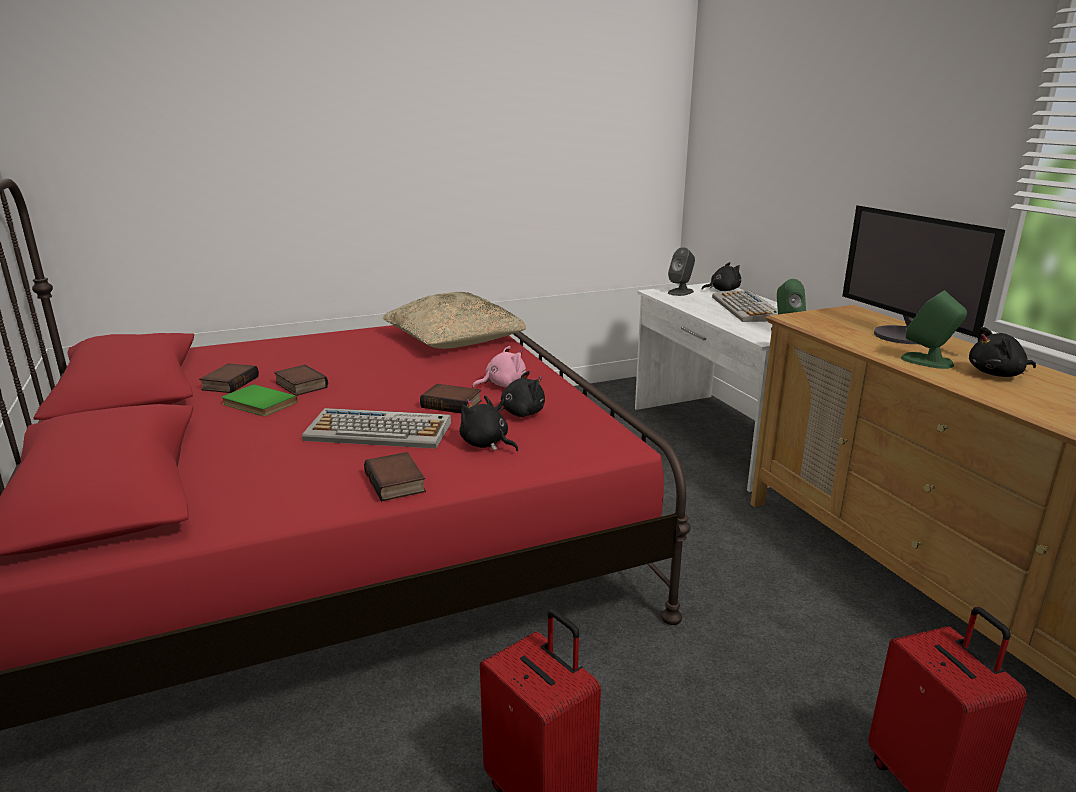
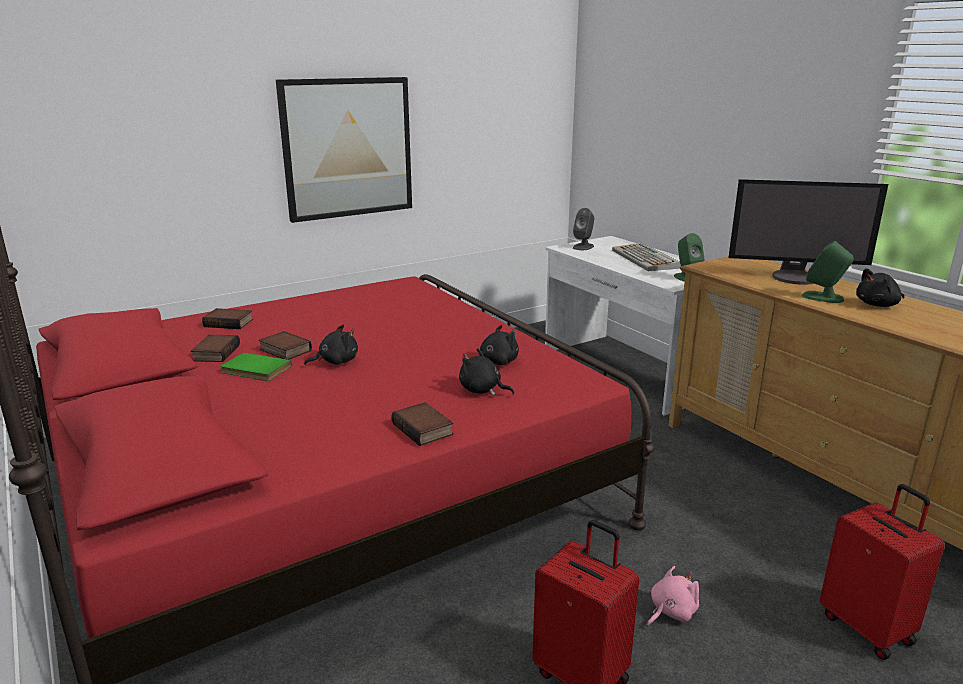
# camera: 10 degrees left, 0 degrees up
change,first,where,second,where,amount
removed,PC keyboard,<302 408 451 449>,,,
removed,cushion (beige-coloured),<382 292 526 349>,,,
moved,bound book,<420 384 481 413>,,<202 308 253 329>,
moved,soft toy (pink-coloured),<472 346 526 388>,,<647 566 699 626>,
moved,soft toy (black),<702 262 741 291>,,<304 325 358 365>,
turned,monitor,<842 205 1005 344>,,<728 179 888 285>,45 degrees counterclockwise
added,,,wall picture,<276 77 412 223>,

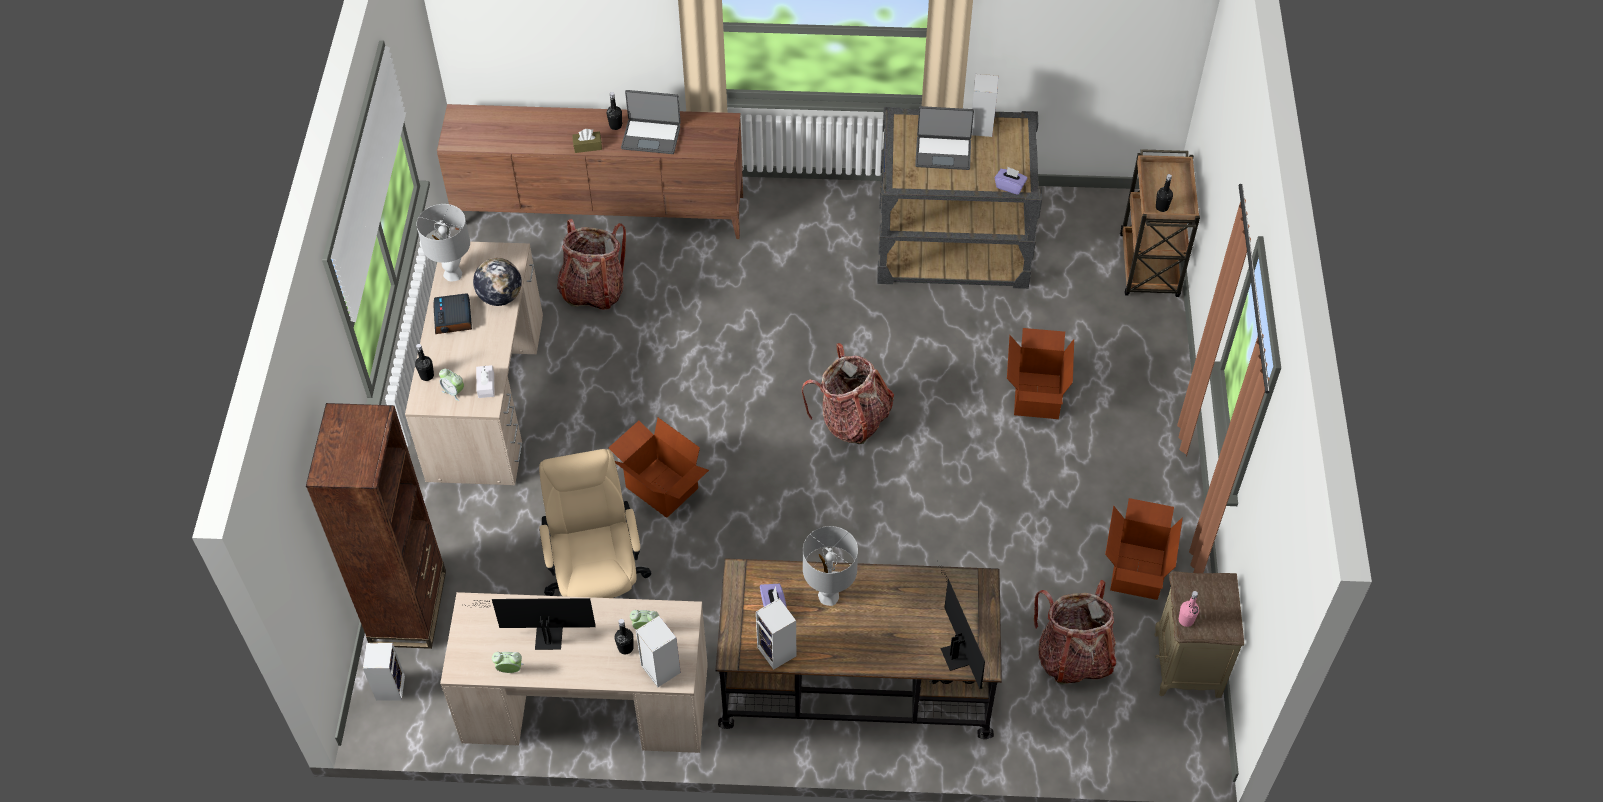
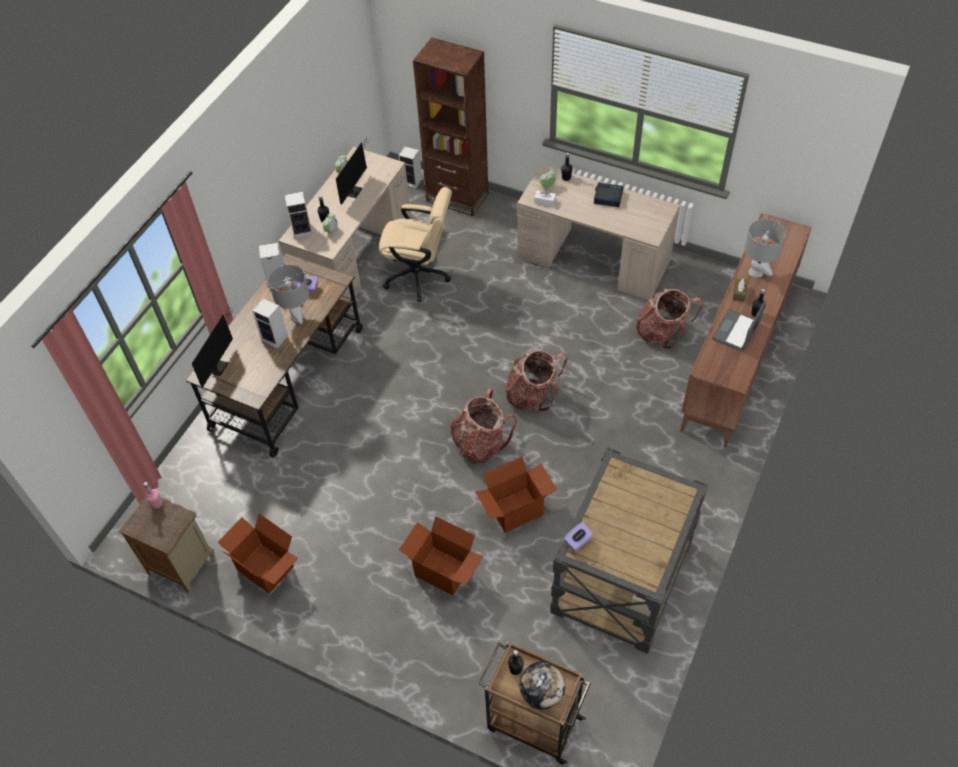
# camera: 115 degrees right, 0 degrees up
change,first,where,second,where,amount
moved,lamp for a table (greyish),<417 204 470 282>,,<744 219 786 277>,
moved,desk globe,<473 258 522 306>,,<520 662 565 709>,
moved,cardboard box,<608 418 709 518>,,<475 457 557 533>,
removed,laptop,<915 106 974 170>,,,
turned,monitor,<939 565 985 689>,,<192 307 233 387>,75 degrees counterclockwise
moved,audio speaker,<972 74 998 137>,,<252 298 288 349>,
moved,backpack,<1034 580 1116 685>,,<505 350 567 412>,

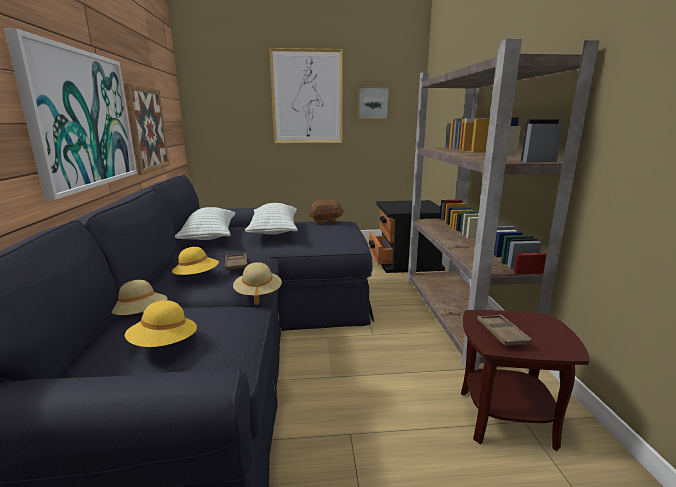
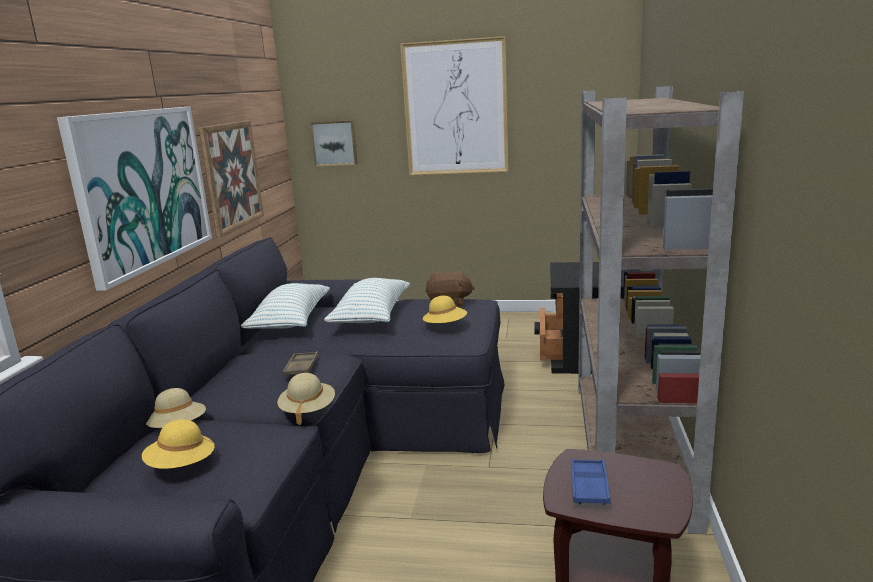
# camera: 15 degrees right, 0 degrees up
change,first,where,second,where,amount
moved,hat (yellow),<172 247 219 275>,,<423 296 467 323>,
moved,wall picture,<358 87 389 119>,,<310 120 358 167>,
recoloured,serving tray (brownish),<477 314 532 347>,serving tray (blue),<571 459 611 505>,

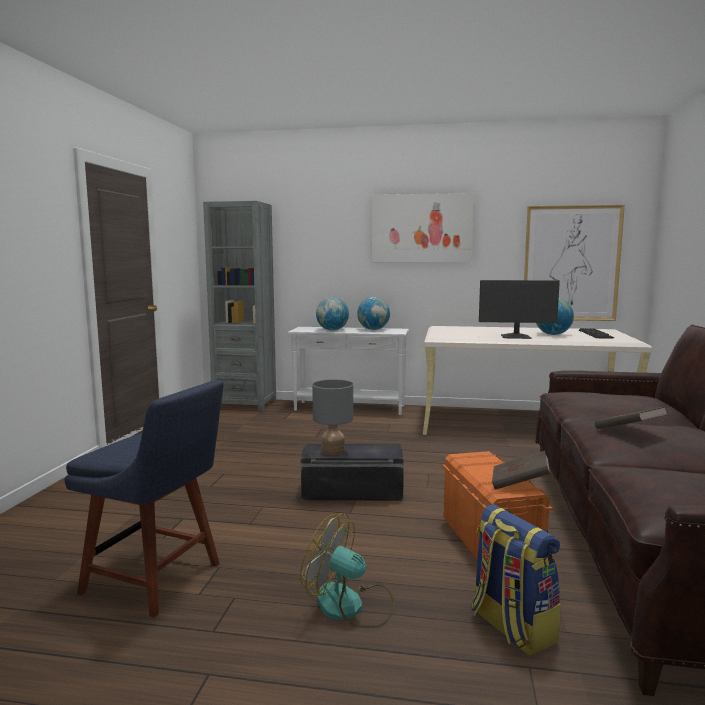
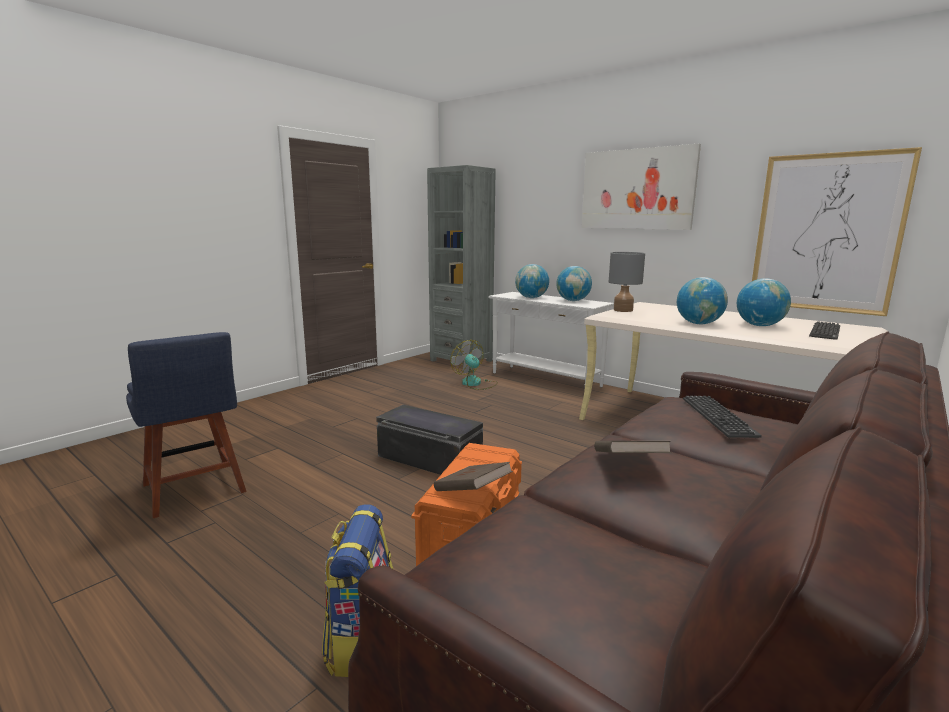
# camera: 30 degrees right, 5 degrees up
change,first,where,second,where,amount
moved,fan,<300 513 395 628>,,<450 340 498 390>,
moved,lamp for a table (greyish),<312 379 353 456>,,<609 252 645 312>,
replaced,monitor,<479 280 560 339>,desk globe,<677 277 728 324>,
added,,,PC keyboard,<683 396 762 438>,

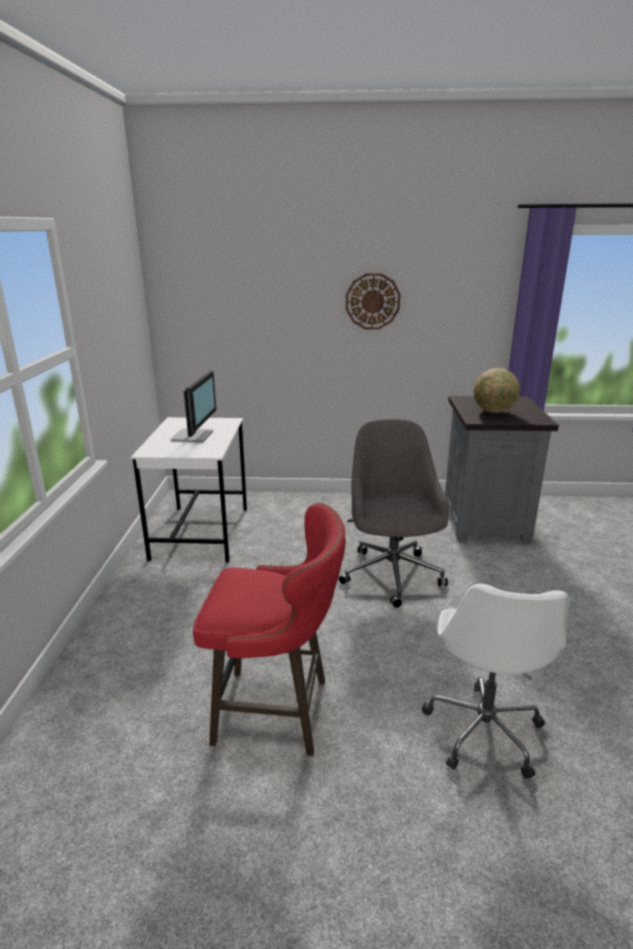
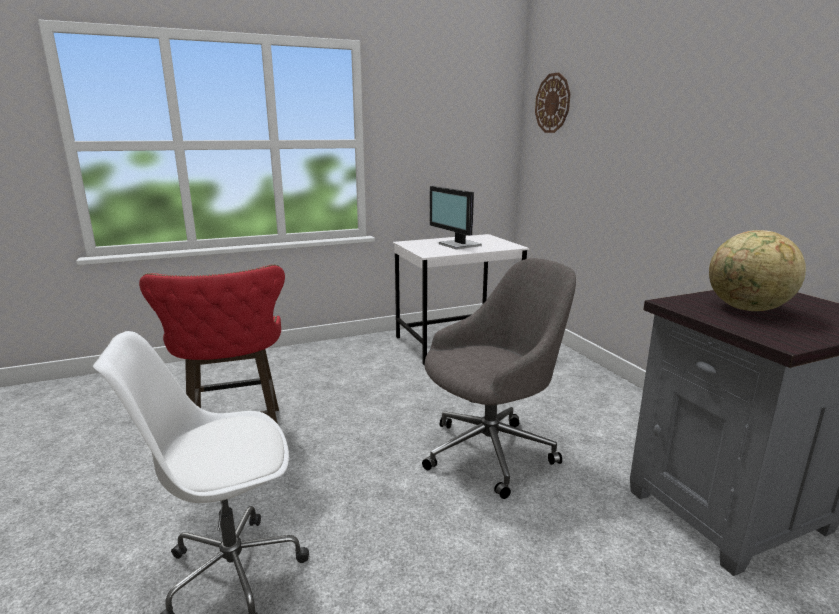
# camera: 65 degrees right, 5 degrees down
change,first,where,second,where,amount
turned,monitor,<171 371 216 443>,,<430 186 482 250>,75 degrees clockwise
moved,wall clock,<346 273 401 329>,,<535 72 570 133>,

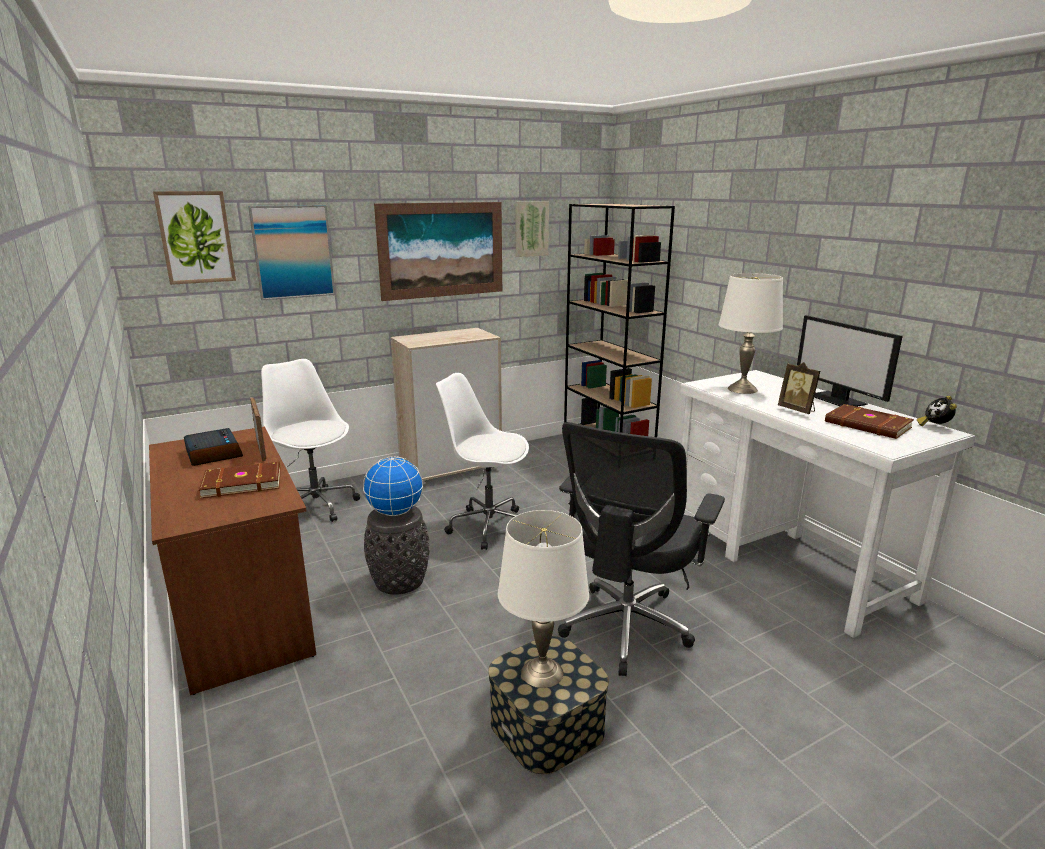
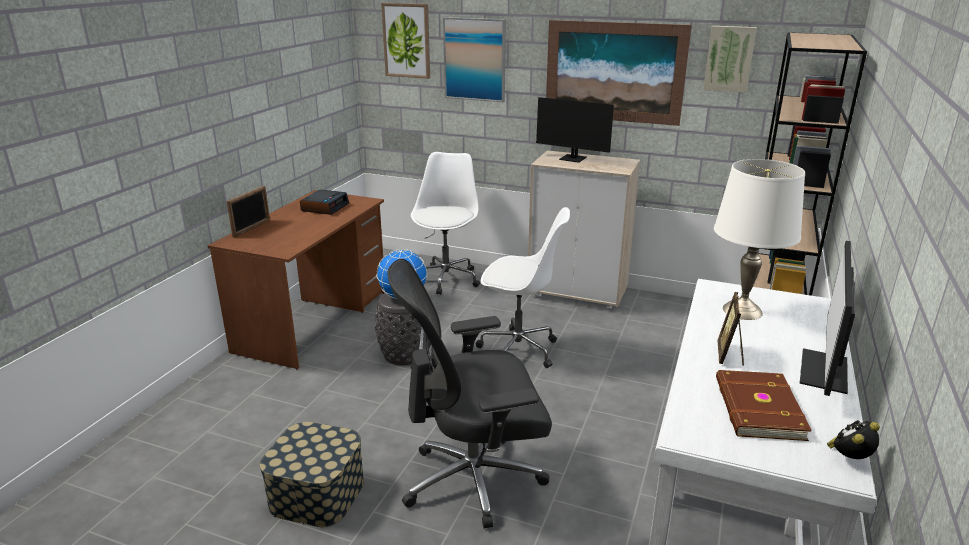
# camera: 50 degrees right, 5 degrees up
change,first,where,second,where,amount
removed,bound book (brownish),<199 462 281 499>,,,
moved,photo frame,<250 397 266 461>,,<226 186 270 238>,
turned,desk chair (white-coloured),<436 373 529 550>,,<475 207 570 368>,120 degrees clockwise
removed,lamp for a table (white-coloured),<498 510 589 688>,,,
added,,,monitor,<536 97 636 163>,

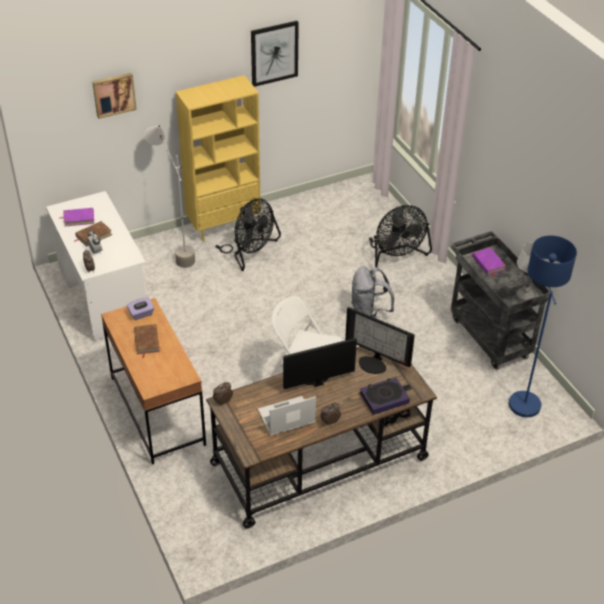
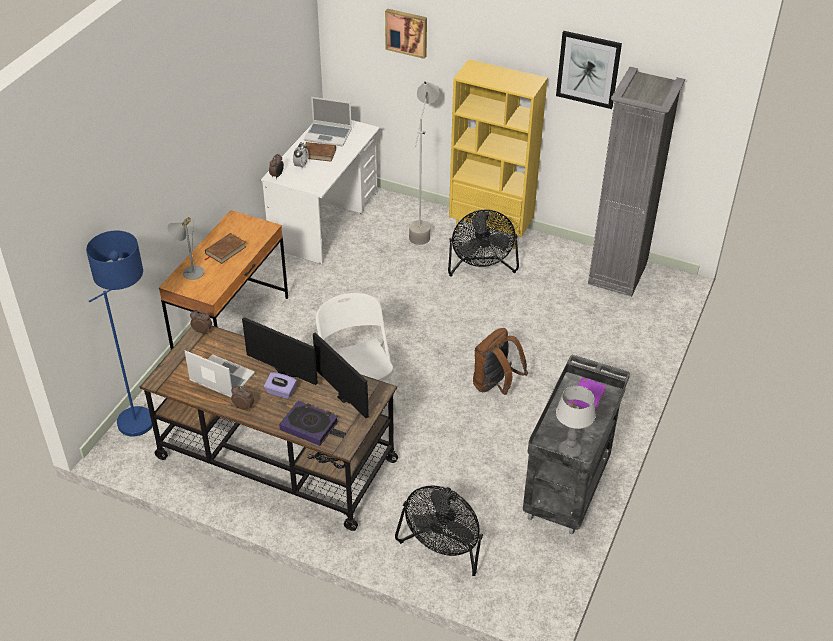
# camera: 50 degrees right, 0 degrees up
change,first,where,second,where,amount
replaced,bound book (purplish),<59 208 94 227>,laptop,<304 97 352 146>,
moved,tissue box (purplish),<127 297 154 320>,,<264 372 297 399>,
turned,monitor,<345 307 415 374>,,<313 333 369 418>,150 degrees clockwise
recoloured,backpack (greyish),<351 266 394 317>,backpack (brownish),<473 328 528 395>,
moved,fan (black),<369 205 432 267>,,<395 486 483 576>,
moved,standing lamp (blue),<509 235 577 417>,,<86 231 153 436>,
added,,,lamp for a table (greyish),<167 217 204 280>,
added,,,cupboard (greyish),<588 67 685 297>,

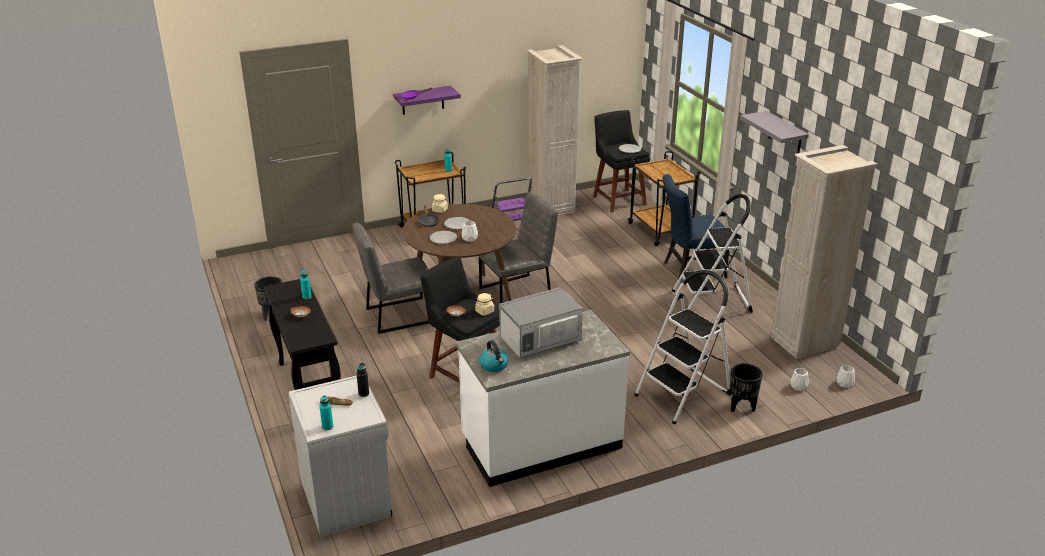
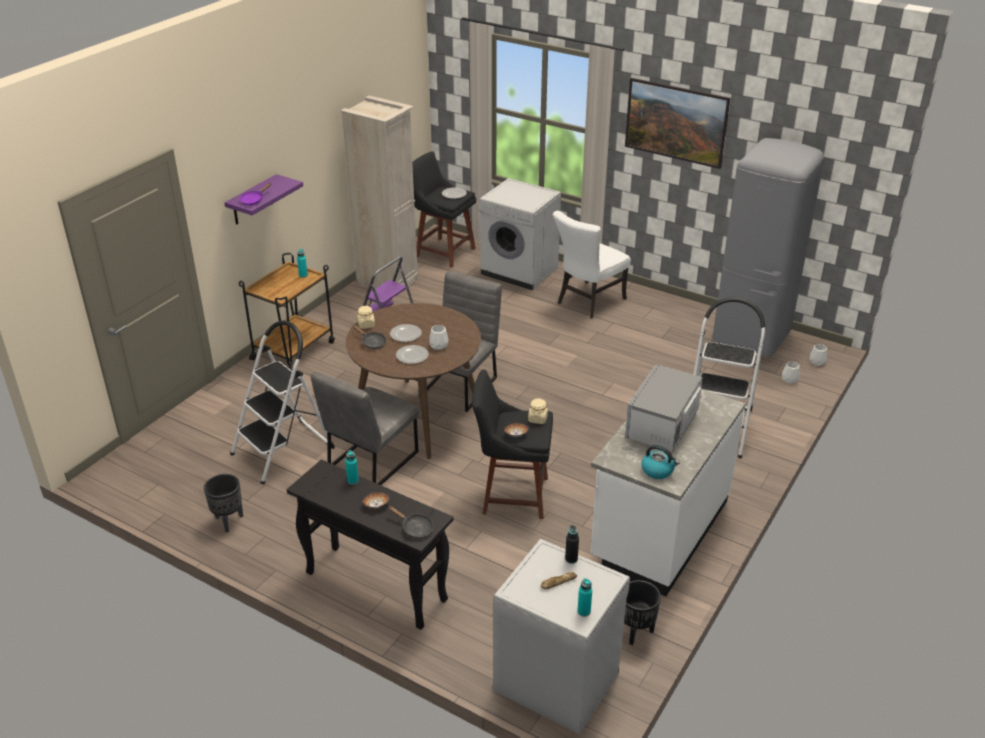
# camera: 35 degrees left, 5 degrees up
change,first,where,second,where,amount
replaced,cart (brownish),<628 151 701 246>,washing machine (white-coloured),<479 178 561 290>,
recoloured,upright chair (blue),<662 174 730 279>,upright chair (white-coloured),<553 211 631 319>,
moved,stepladder,<671 194 753 313>,,<230 320 335 484>,
moved,flower pot (black),<730 363 763 412>,,<624 580 661 645>,
replaced,shelf (greyish),<740 111 809 153>,wall picture,<625 78 731 169>,
replaced,cupboard (beige-coloured),<771 145 878 359>,kitchen fridge (greyish),<712 138 825 357>,
added,,,pan (black),<388 506 433 538>,

